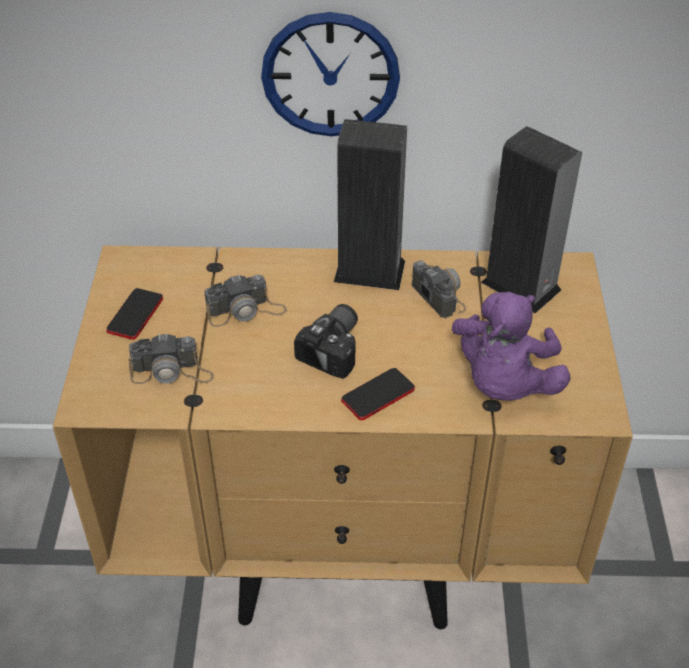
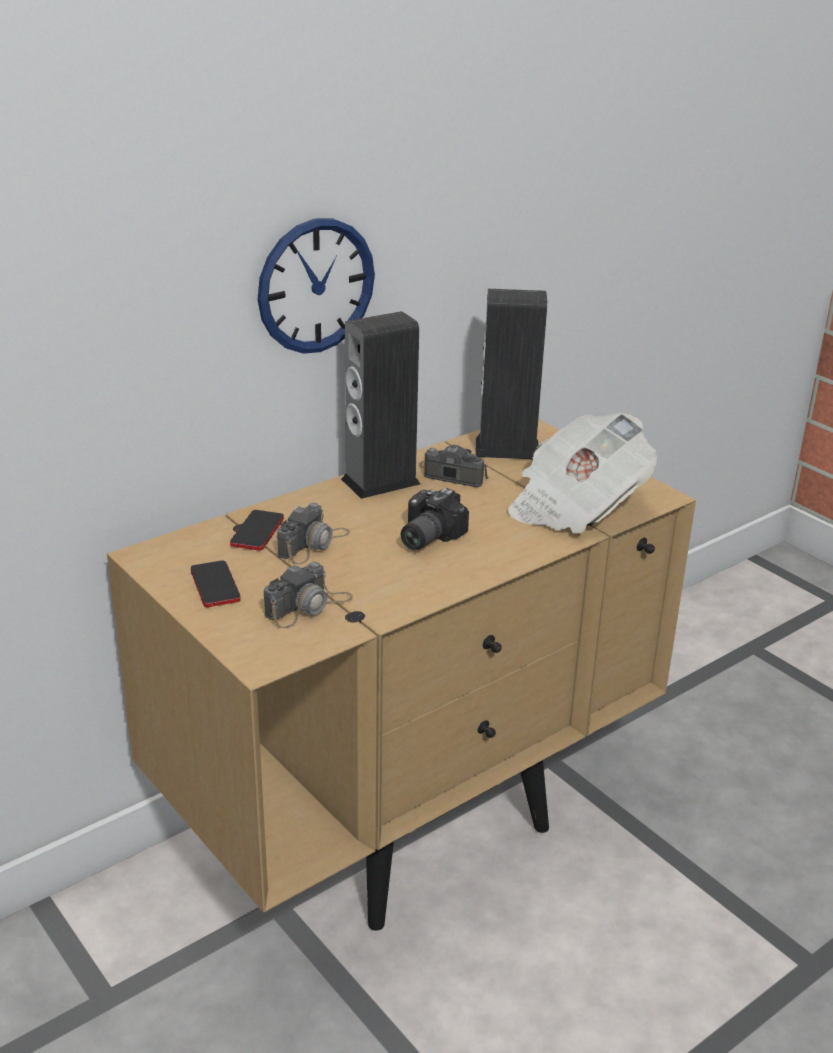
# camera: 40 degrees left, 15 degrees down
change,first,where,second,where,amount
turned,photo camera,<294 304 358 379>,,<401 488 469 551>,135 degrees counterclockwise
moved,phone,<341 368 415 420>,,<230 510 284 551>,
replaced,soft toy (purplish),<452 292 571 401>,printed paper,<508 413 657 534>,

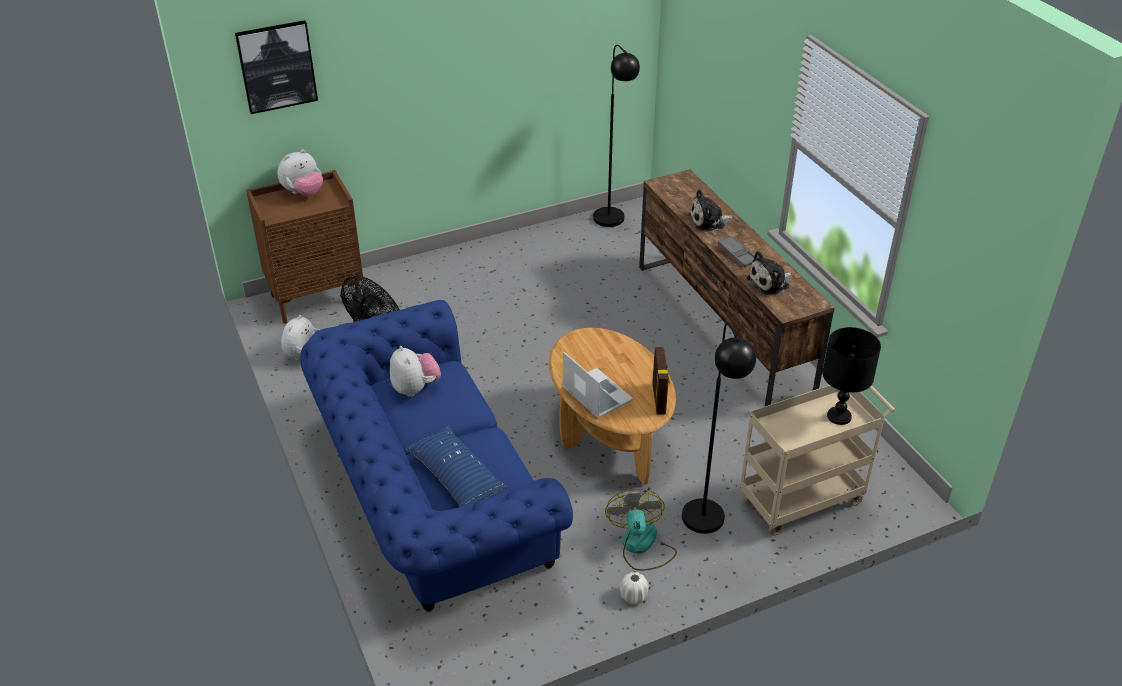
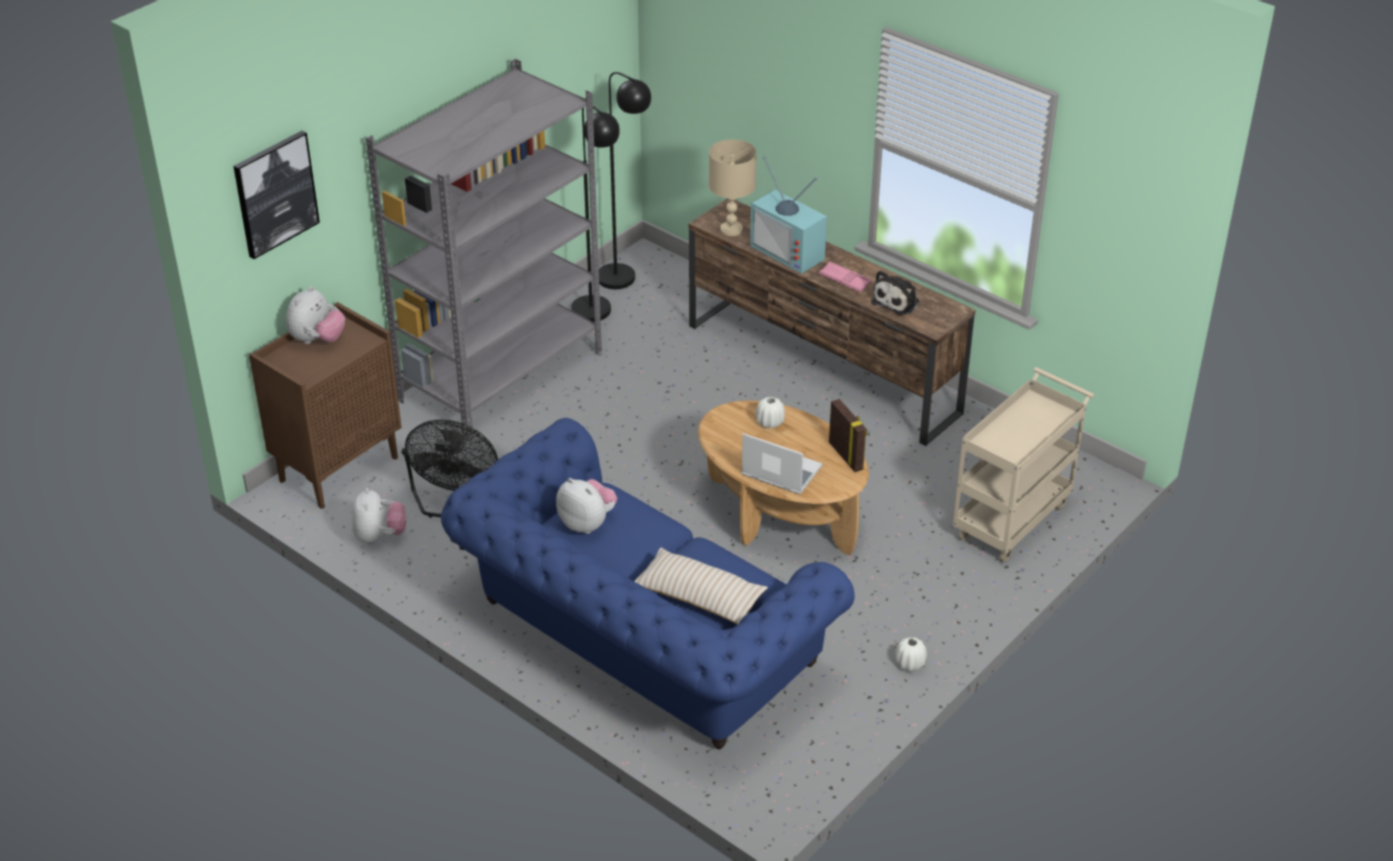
# camera: 25 degrees left, 0 degrees up
change,first,where,second,where,amount
recoloured,cushion (blue),<405 425 509 506>,cushion (beige-coloured),<634 547 768 625>,
removed,fan,<605 489 677 571>,,,
moved,standing lamp (black),<682 322 756 534>,,<571 106 620 322>,
replaced,soft toy,<688 189 733 231>,TV set,<750 156 827 274>,
recoloured,serving tray (greyish),<718 236 755 267>,serving tray (pink-coloured),<819 261 871 292>,
removed,lamp for a table (black),<822 327 881 425>,,,
added,,,shelving unit (greyish),<366 59 602 442>,
added,,,lamp for a table (beige-coloured),<709 139 757 236>,
added,,,flower vase (white-coloured),<755 397 785 428>,

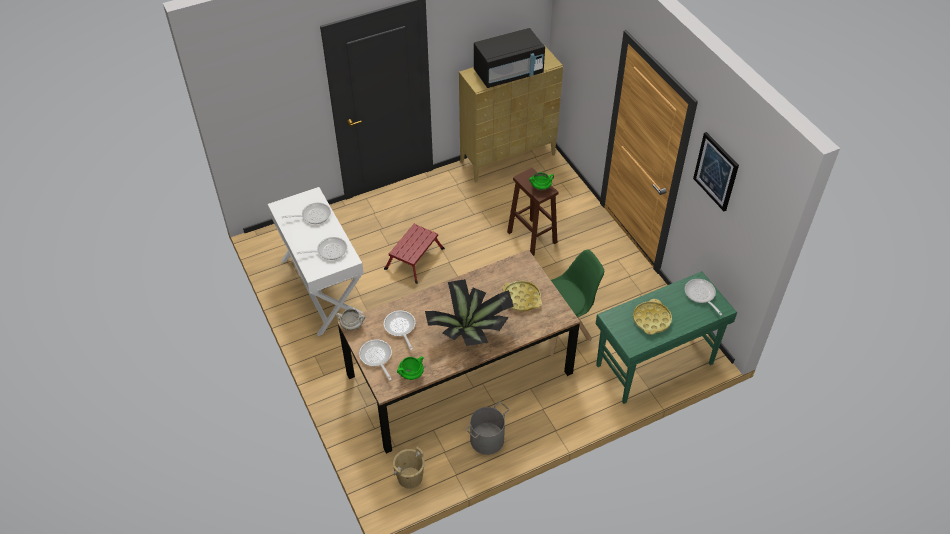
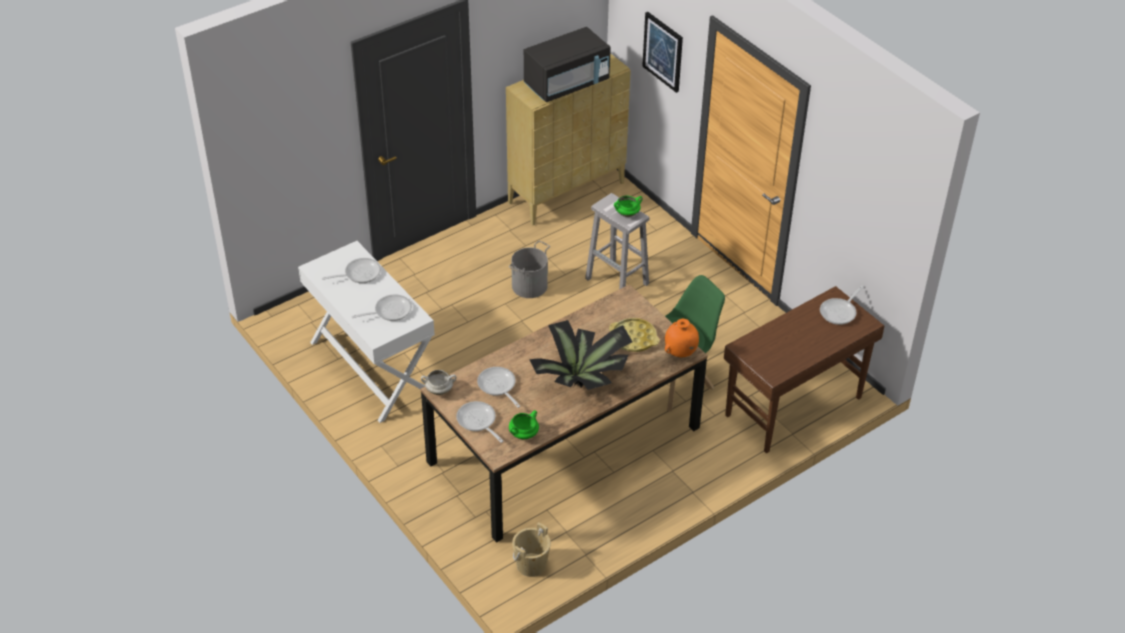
# camera: 10 degrees left, 5 degrees down
change,first,where,second,where,amount
removed,stepladder (red-coloured),<384 224 445 284>,,,
moved,water bucket (greyish),<466 402 509 455>,,<509 241 550 298>,
recoloured,sitting stool (brownish),<507 168 558 256>,sitting stool (white-coloured),<585 193 650 289>,
recoloured,console table (green-coloured),<596 271 737 404>,console table (brownish),<724 286 884 454>,
removed,serving tray (yellow),<633 299 672 335>,,,
turned,pan,<685 279 723 316>,,<820 285 864 325>,105 degrees counterclockwise
moved,wall picture,<693 132 739 211>,,<642 12 683 93>,
added,,,flower vase (orangey),<665 319 699 357>,

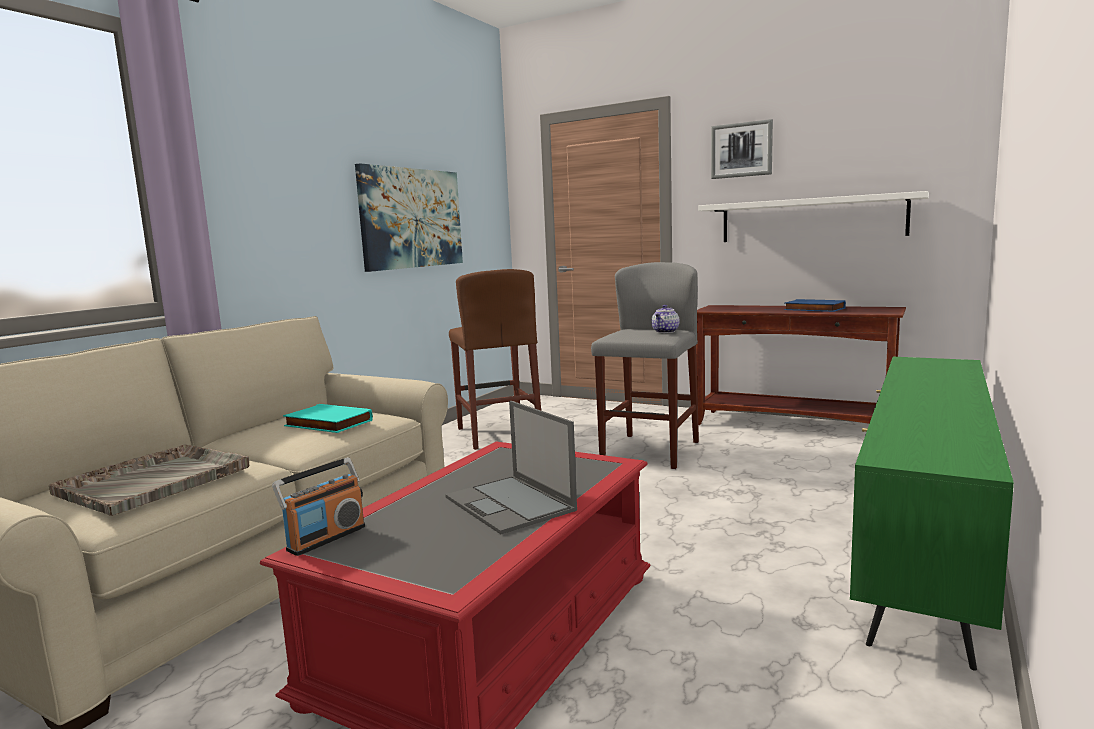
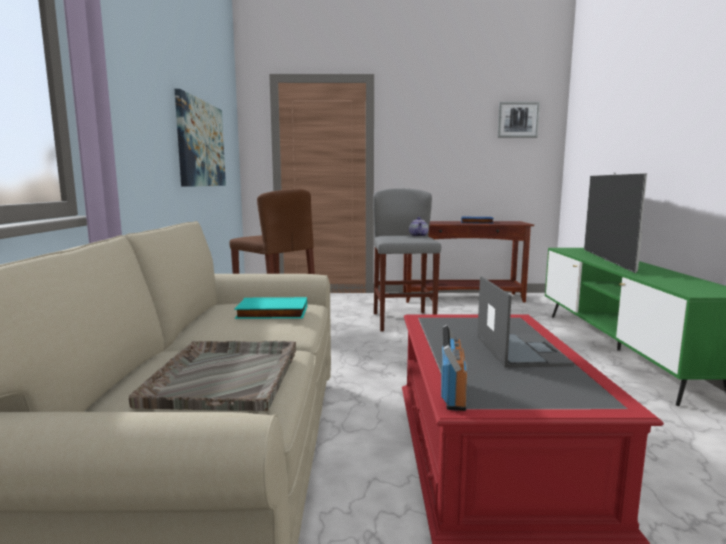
# camera: 30 degrees left, 0 degrees up
change,first,where,second,where,amount
turned,laptop,<445 401 577 534>,,<477 276 574 368>,120 degrees counterclockwise
removed,shelf (white-coloured),<698 191 929 242>,,,
moved,wall picture,<711 119 773 179>,,<498 102 540 138>,
added,,,TV set,<584 173 647 273>,

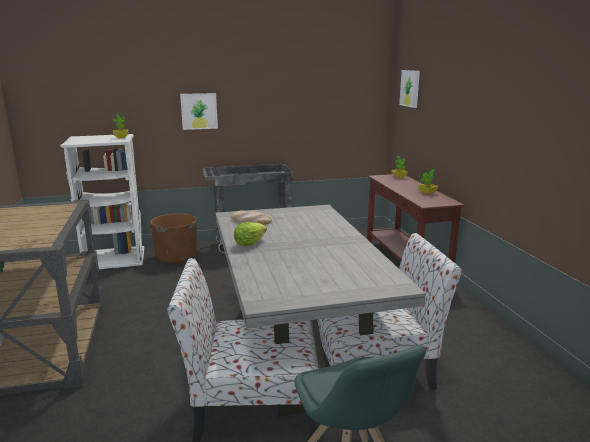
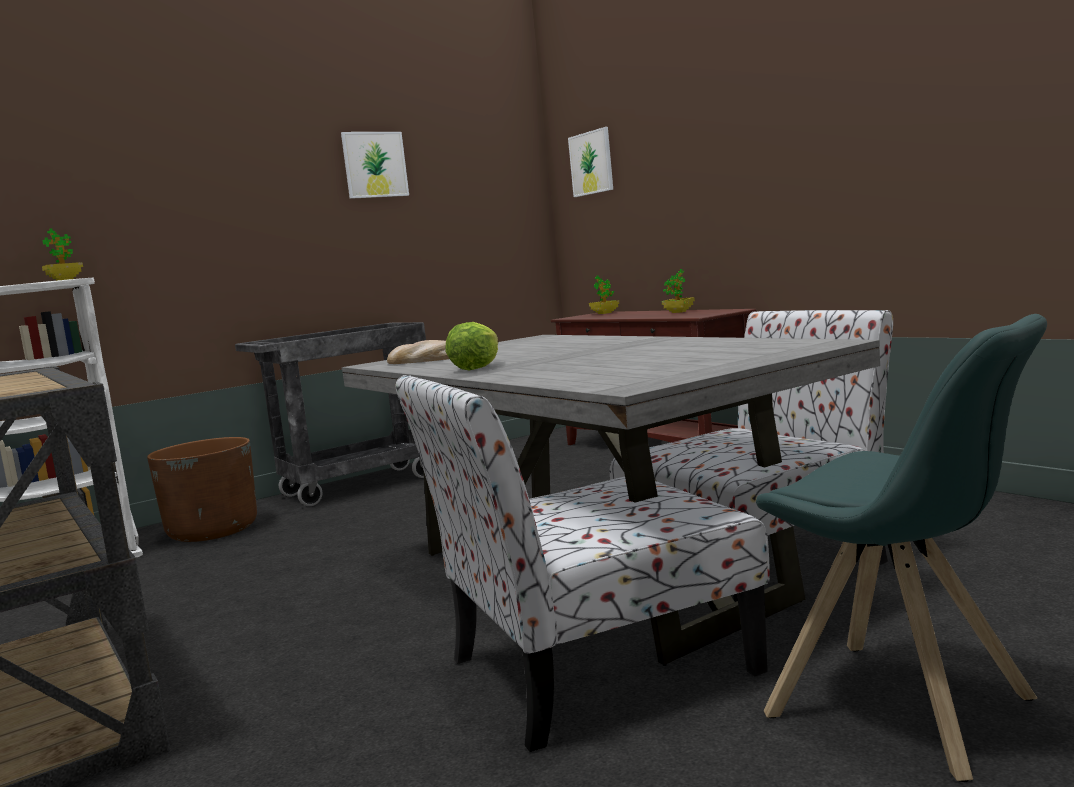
# camera: 20 degrees left, 10 degrees down
change,first,where,second,where,amount
moved,wall picture,<180 93 218 130>,,<341 132 409 199>,

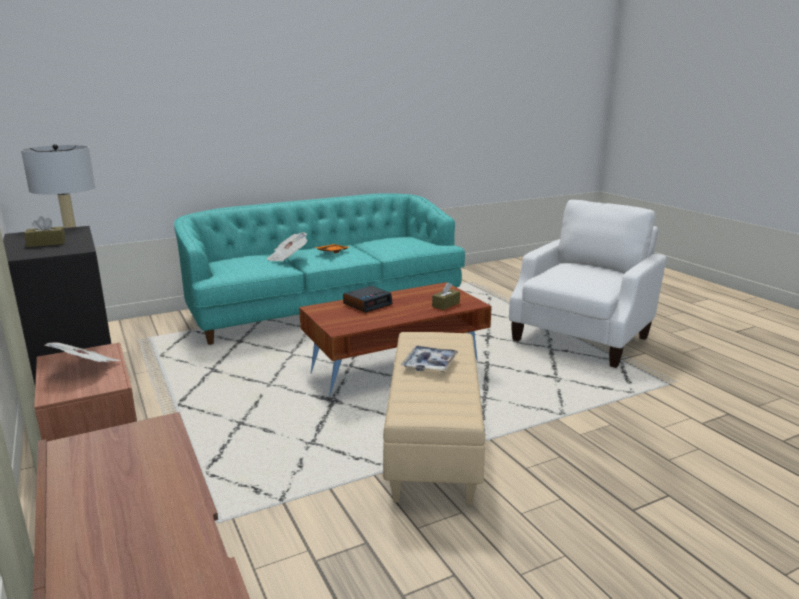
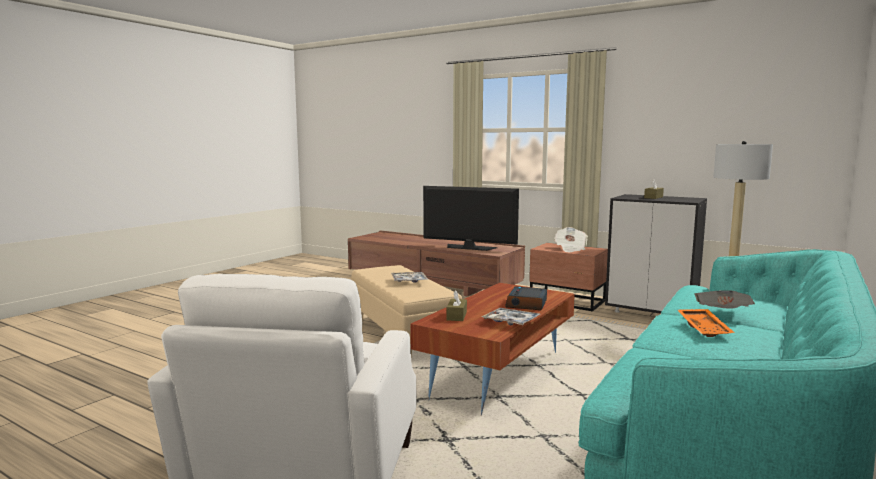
# camera: 150 degrees right, 10 degrees down
change,first,where,second,where,amount
added,,,TV set,<423 186 519 251>,
added,,,serving tray,<482 308 540 326>,

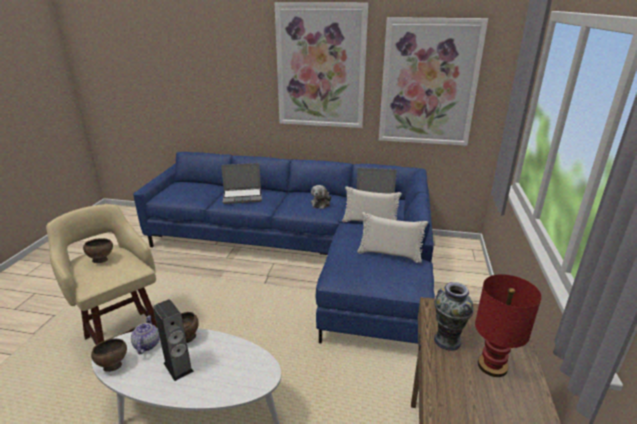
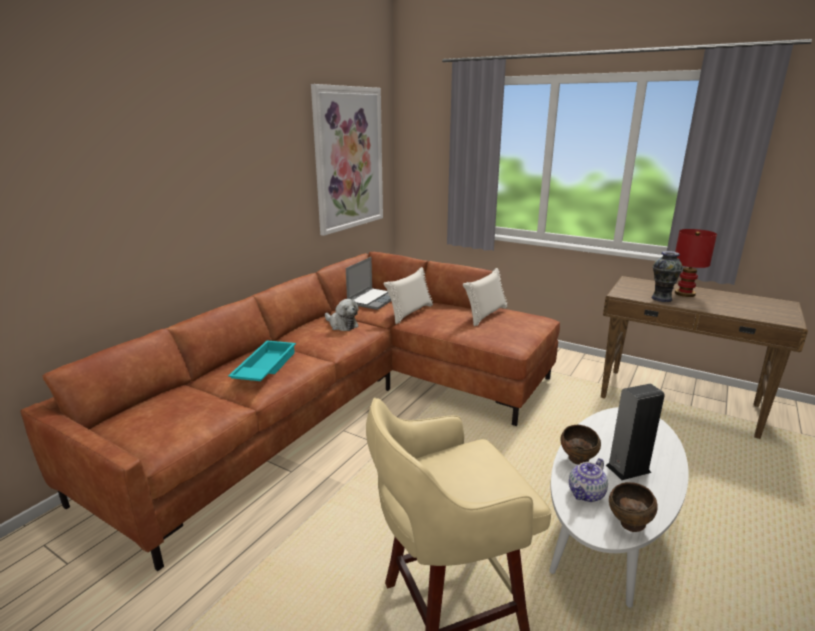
# camera: 70 degrees left, 5 degrees down
change,first,where,second,where,amount
removed,bowl (brownish),<83 238 113 263>,,,
turned,teapot,<131 316 160 354>,,<569 458 608 502>,60 degrees counterclockwise
recoloured,sofa (blue),<133 152 435 344>,sofa (brownish),<20 251 560 571>,
replaced,laptop,<221 163 262 204>,serving tray (turquoise),<228 340 296 381>,
removed,wall picture,<275 3 368 128>,,,

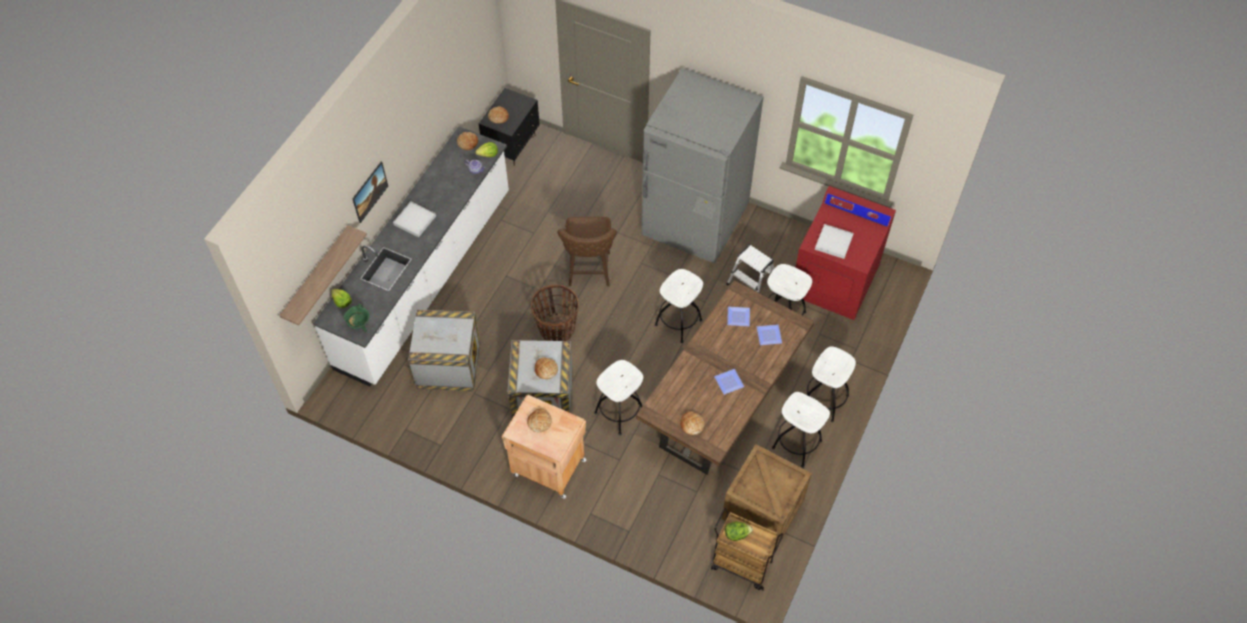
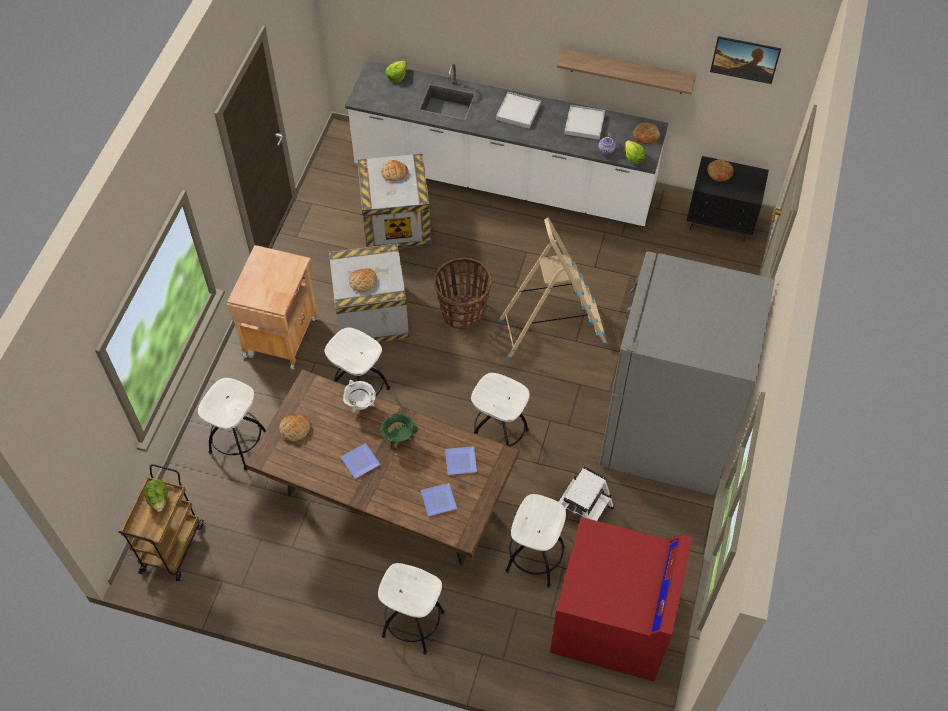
# camera: 80 degrees right, 0 degrees up
change,first,where,second,where,amount
moved,shelf,<279 225 367 325>,,<557 48 696 95>,
moved,cooking pot (green-coloured),<343 304 369 332>,,<381 413 418 448>,
moved,wall picture,<352 162 388 223>,,<710 36 781 84>,
moved,baked bread,<527 409 552 432>,,<381 160 408 181>,
replaced,sitting stool (brownish),<558 217 617 286>,stepladder (beige-coloured),<499 218 608 359>,
removed,crate,<722 444 812 547>,,,
moved,sitting stool (white-coloured),<772 392 830 467>,,<198 378 266 470>,
moved,serving tray (white-coloured),<815 224 854 259>,,<564 105 605 140>,
added,,,cooking pot (white-coloured),<343 380 376 412>,

